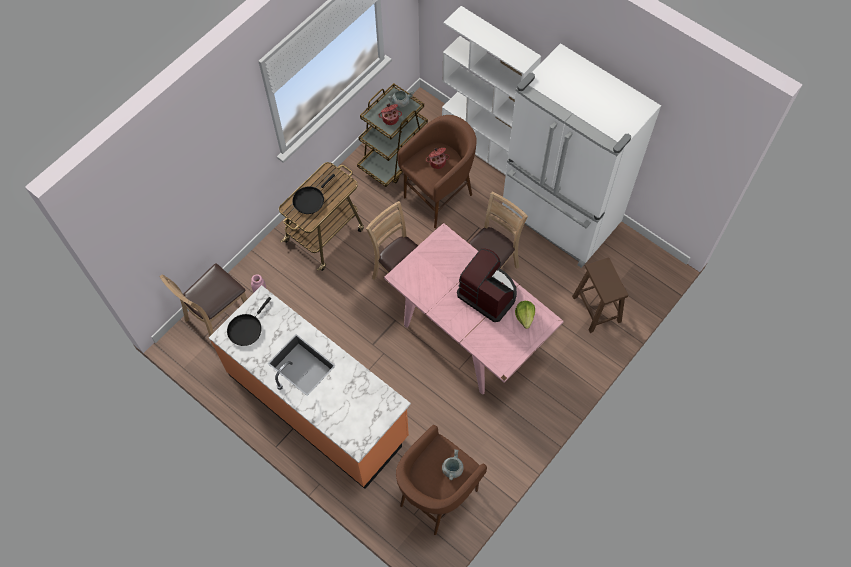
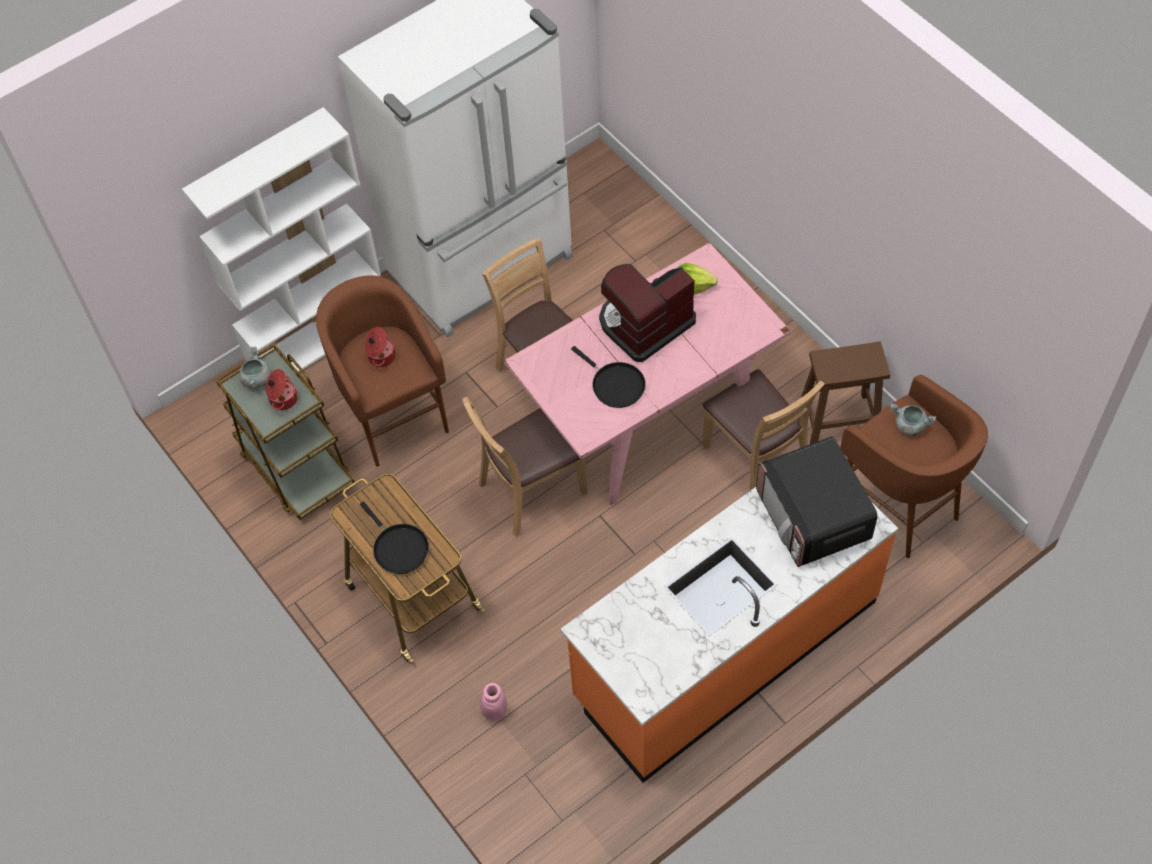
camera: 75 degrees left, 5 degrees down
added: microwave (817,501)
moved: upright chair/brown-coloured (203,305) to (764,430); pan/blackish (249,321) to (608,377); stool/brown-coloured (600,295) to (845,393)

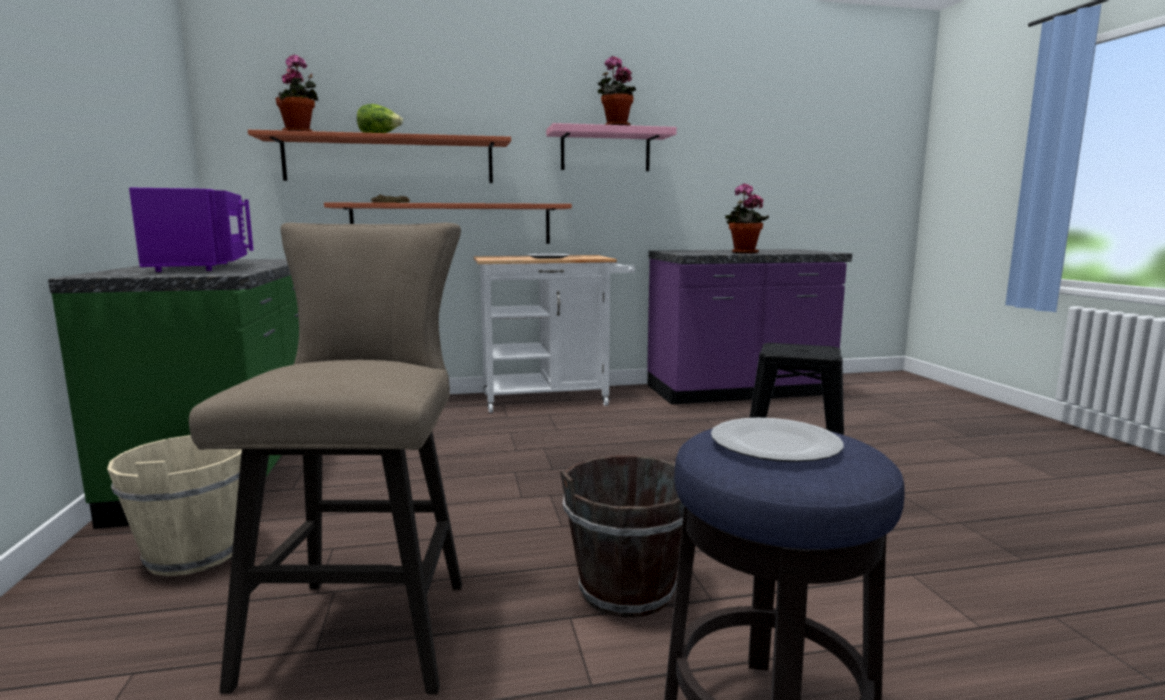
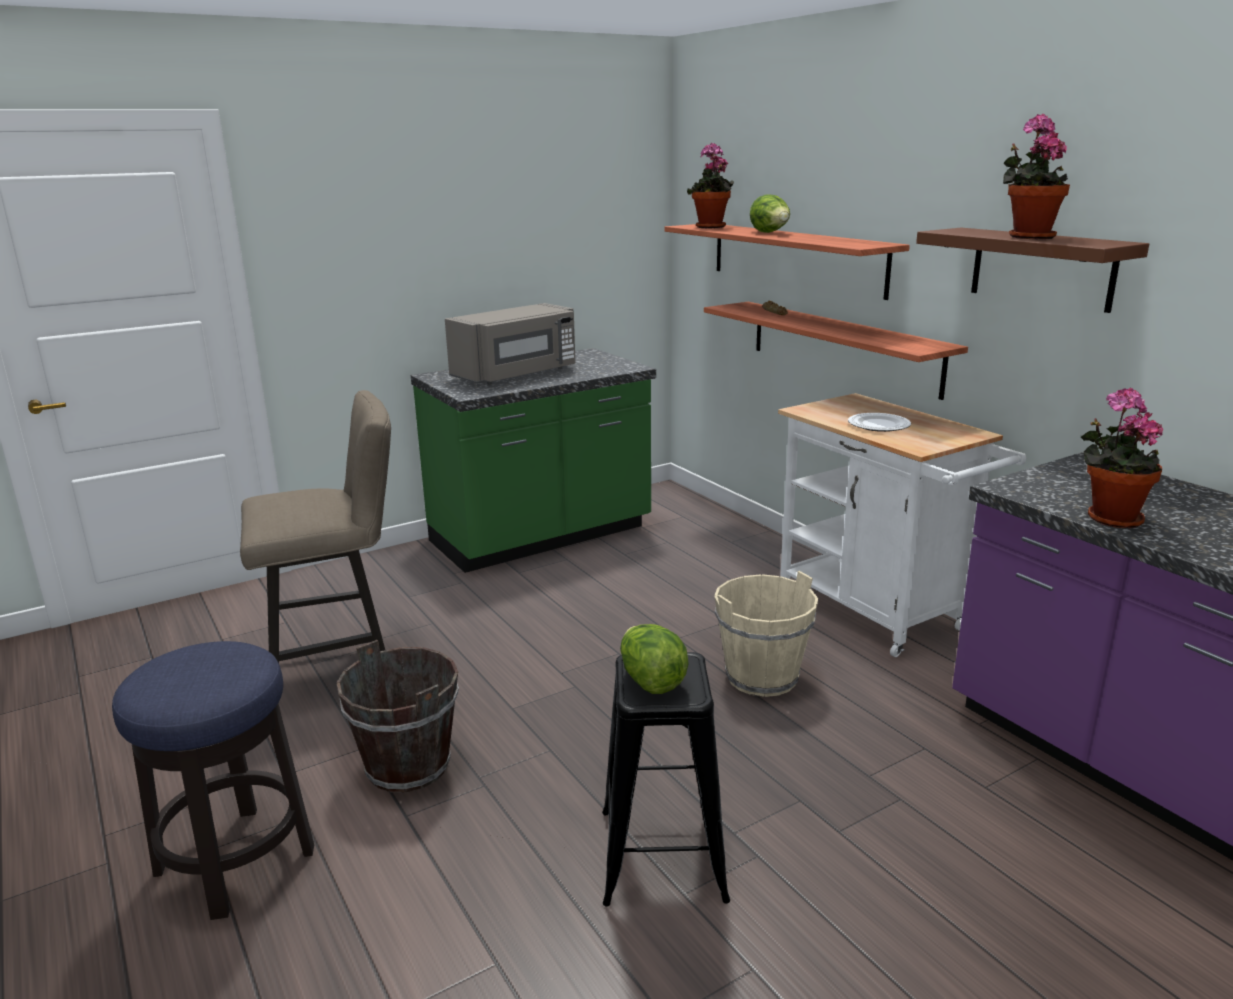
camera: 70 degrees right, 10 degrees up
removed: flat dish (777,440)
added: lettuce (654,659)
moved: pail/sand-coloured (174,505) to (766,634)
recoloured: microwave/purple (191,230) to microwave/greyish (510,343); bracket shelf/pinkish (611,147) to bracket shelf/brown-coloured (1032,270)

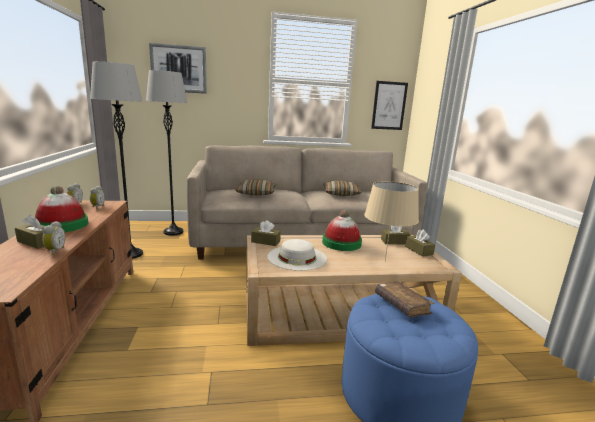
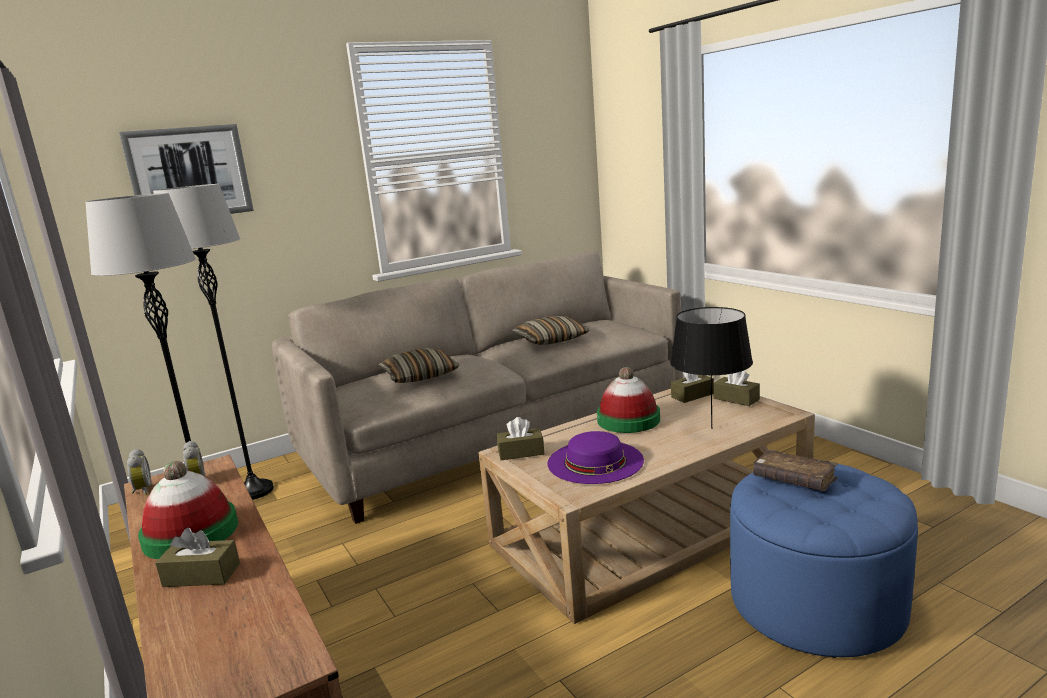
camera: 20 degrees left, 0 degrees up
removed: bedside clock (54,238); wall art (389,105)
recoloured: hat/white (297,255) to hat/purple (596,457); tabletop lamp/sand-coloured (391,221) to tabletop lamp/blackish (711,368)

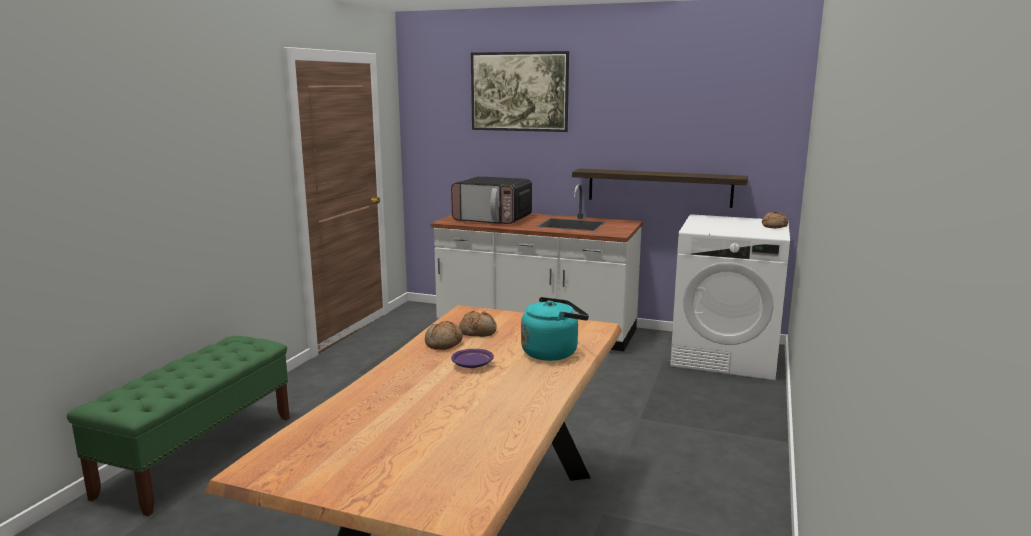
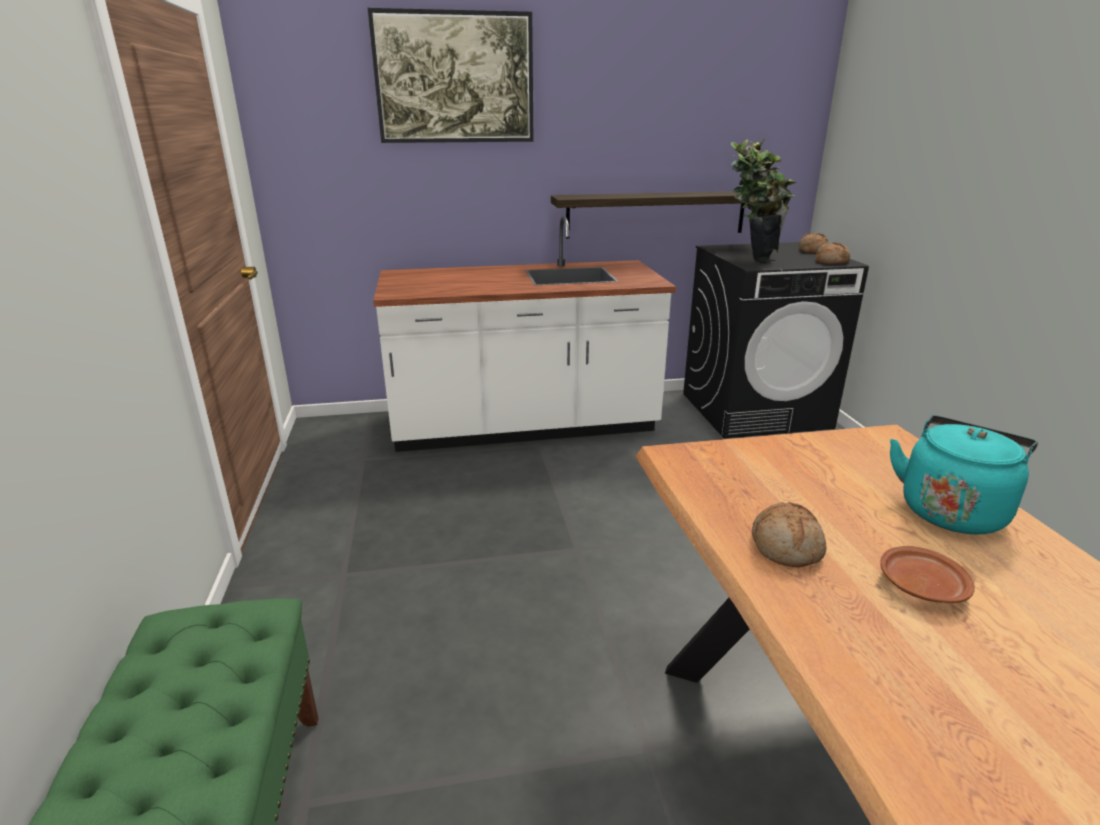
camera: 30 degrees left, 10 degrees up
removed: microwave (491,200)
added: potted plant (763,201)
moved: bread (478,324) to (832,253)
recoloured: flat dish/purple (472,358) to flat dish/brown-coloured (927,574); laundry machine/white (730,297) to laundry machine/blackish (776,340)

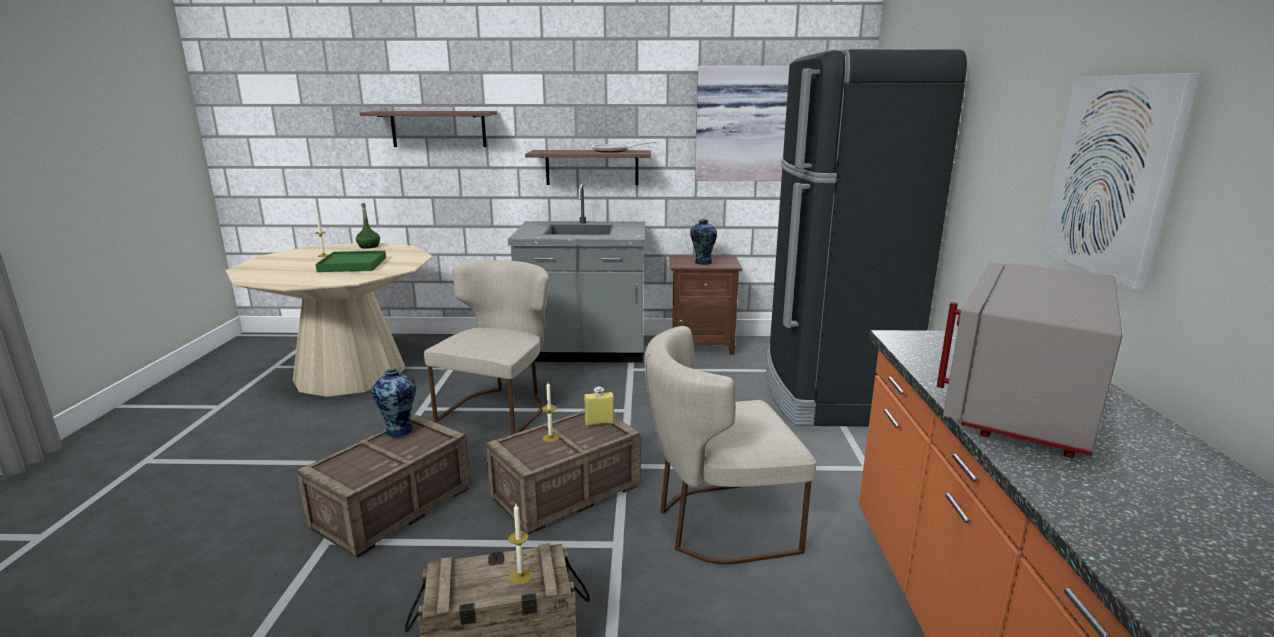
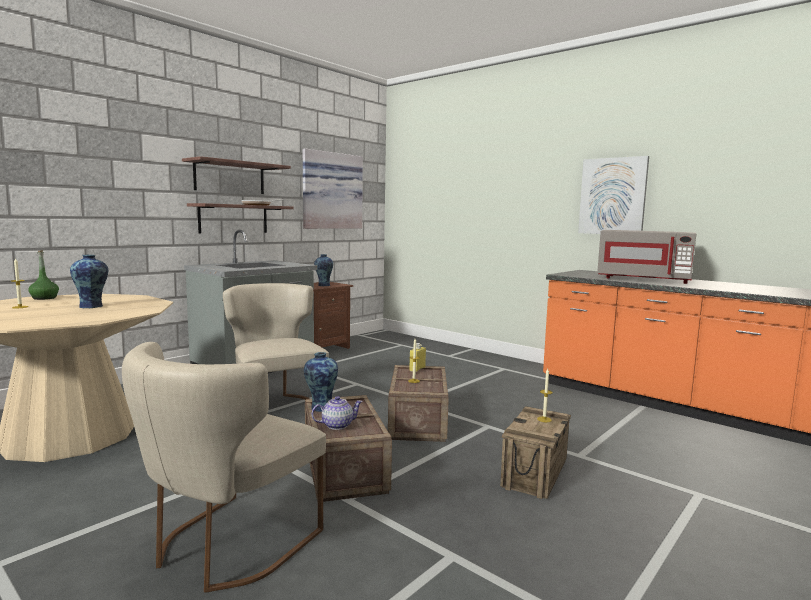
camera: 50 degrees left, 10 degrees down
removed: fridge/blackish (866,237)
added: tea pot (337,413)
moved: bracket shelf (428,129) to (236,175); upright chair/sand-coloured (730,445) to (224,467)
replaced: tray/greenish (351,261) to vase (89,281)
turned: microwave/greyish (1029,360) = (646,257) 45 degrees counterclockwise

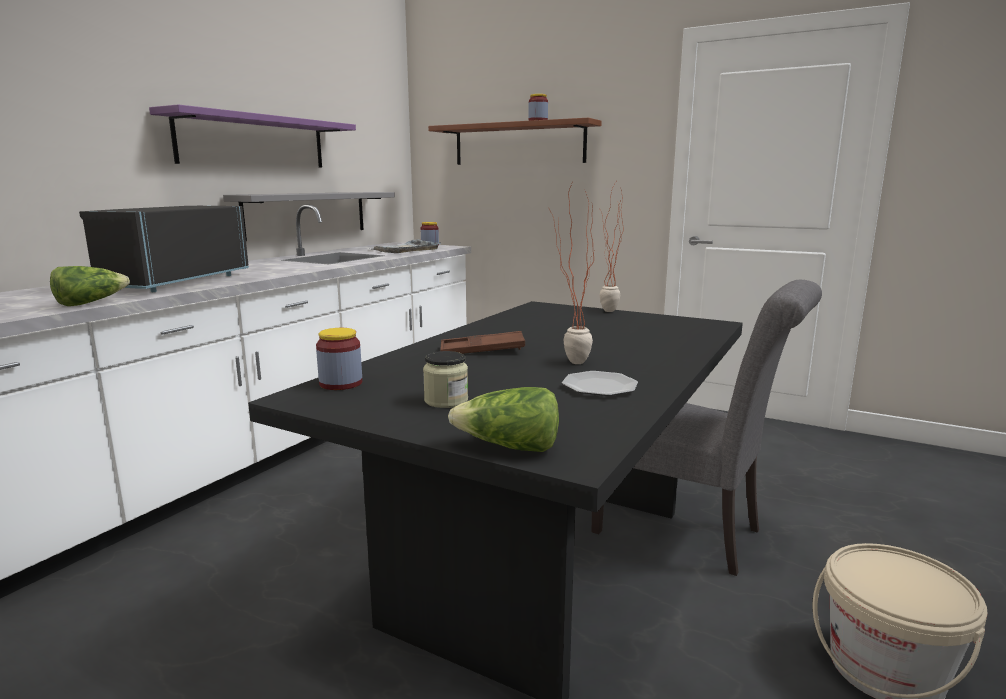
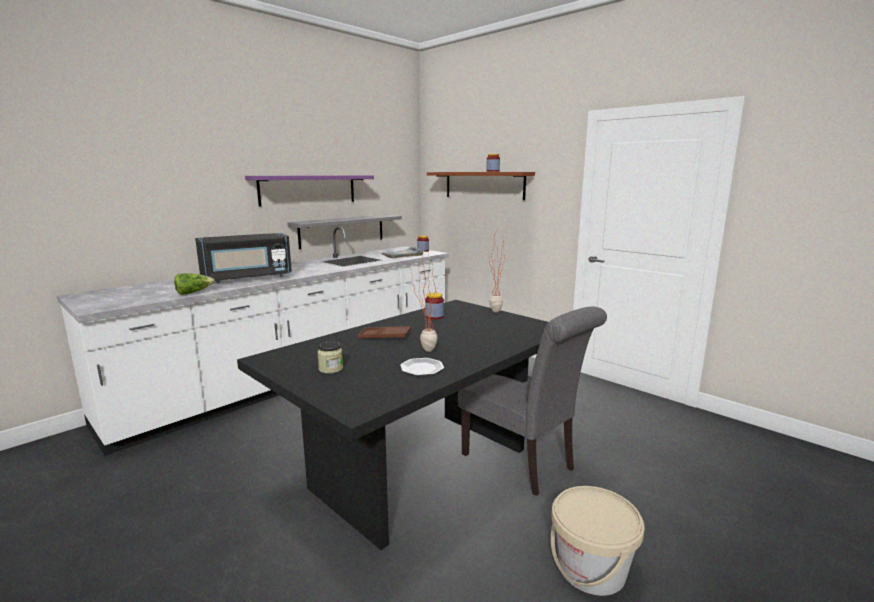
camera: 15 degrees right, 0 degrees up
removed: lettuce (503,419)
moved: storage jar (339,359) to (434,306)
turned: microwave/blackish (164,249) = (243,258) 150 degrees counterclockwise

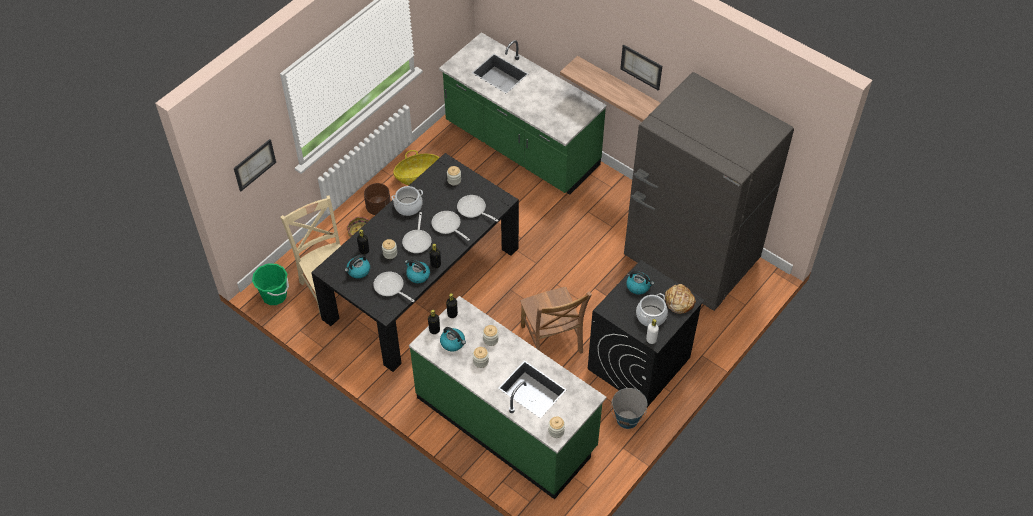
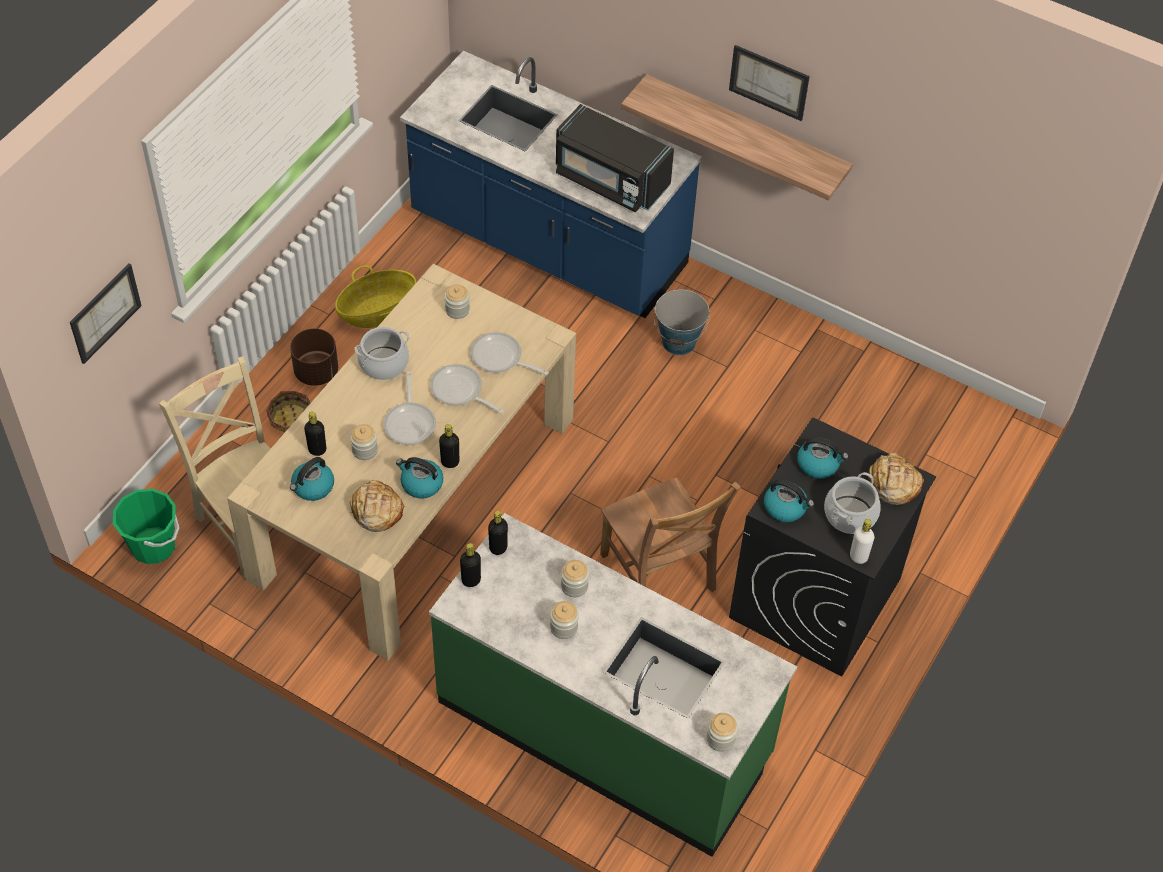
camera: 10 degrees left, 0 degrees up
removed: fridge/greyish (709,191)
added: microwave/blackish (615,158)
moved: kettle (453,339) to (789,500); pail (629,408) to (681,322)
replaced: pan (394,287) to bread (377,506)
recoloured: dinner table/blackish (415,262) to dinner table/sand-coloured (401,462); kitchen counter/greenish (523,113) to kitchen counter/blue (551,184)

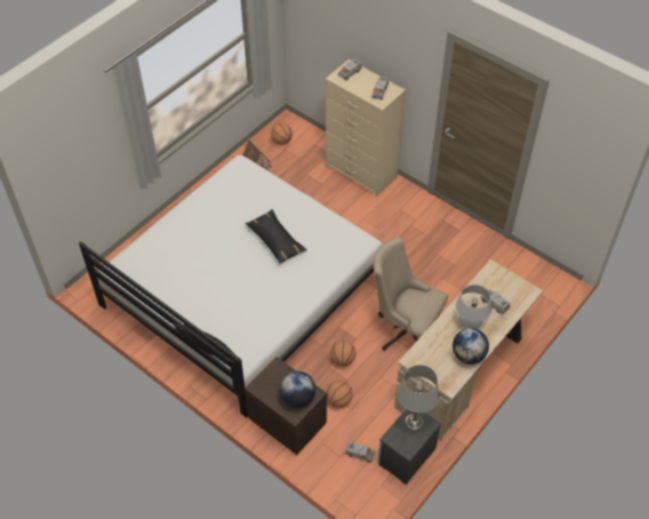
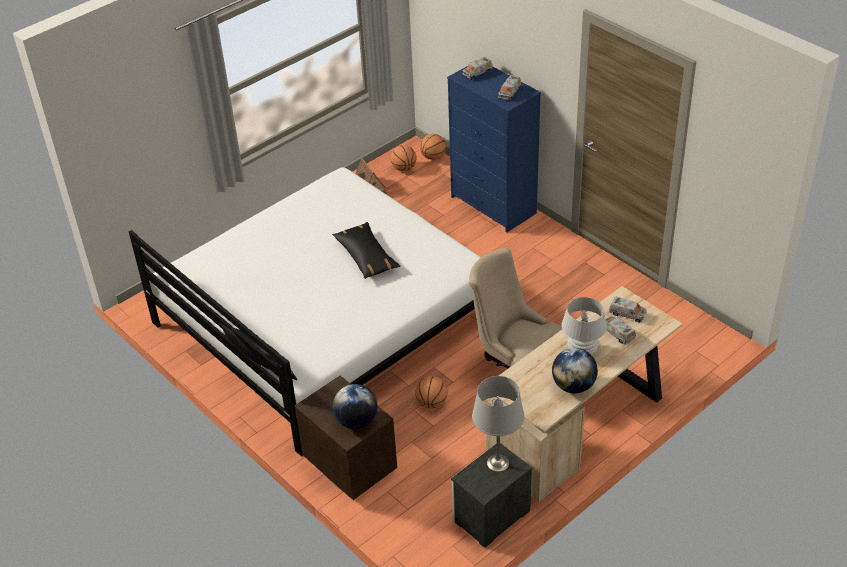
camera: 10 degrees right, 10 degrees down
moved: ball for basketball (339,394) to (433,147); toy truck (360,452) to (628,310)
recoloured: dresser/sand-coloured (365,128) to dresser/blue (494,149)

